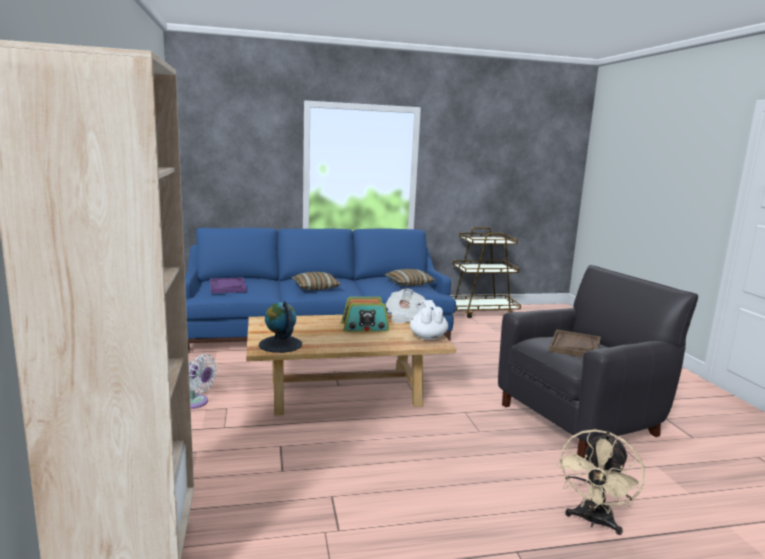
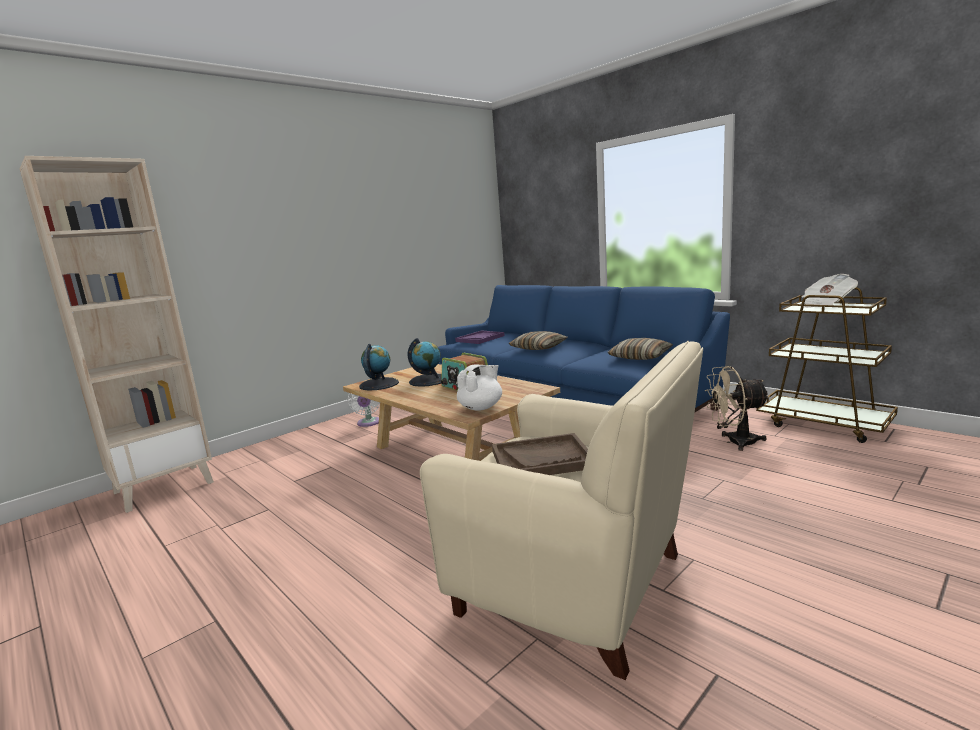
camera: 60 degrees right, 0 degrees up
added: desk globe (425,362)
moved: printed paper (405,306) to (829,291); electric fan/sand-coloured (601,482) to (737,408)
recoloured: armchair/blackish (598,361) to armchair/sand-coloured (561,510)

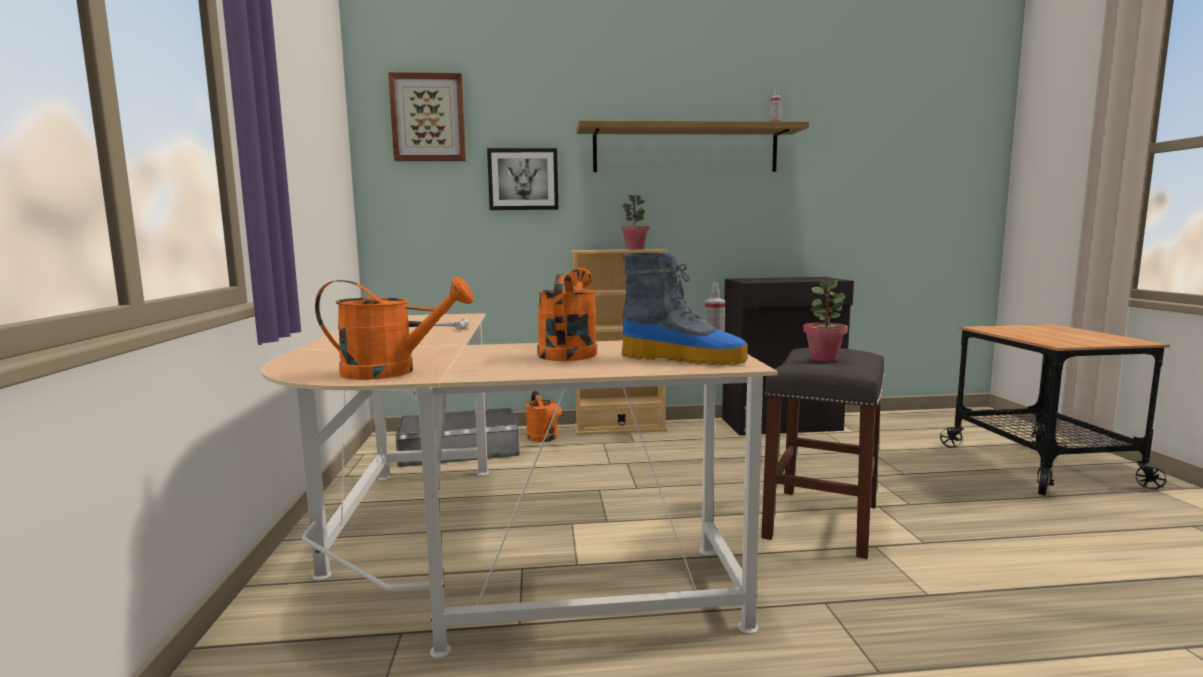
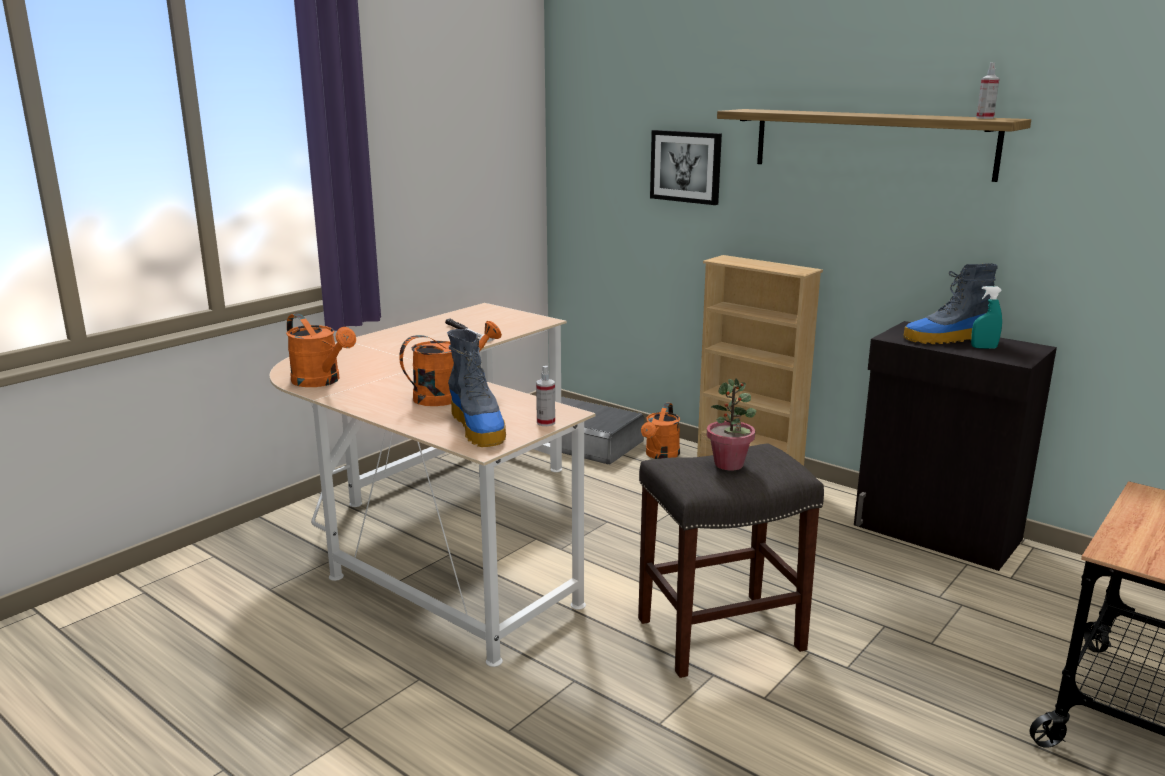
camera: 45 degrees right, 10 degrees up
removed: wall art (427,116); potted plant (635,222)
added: high-top boot (950,303); sprayer/turquoise-coloured (986,317)

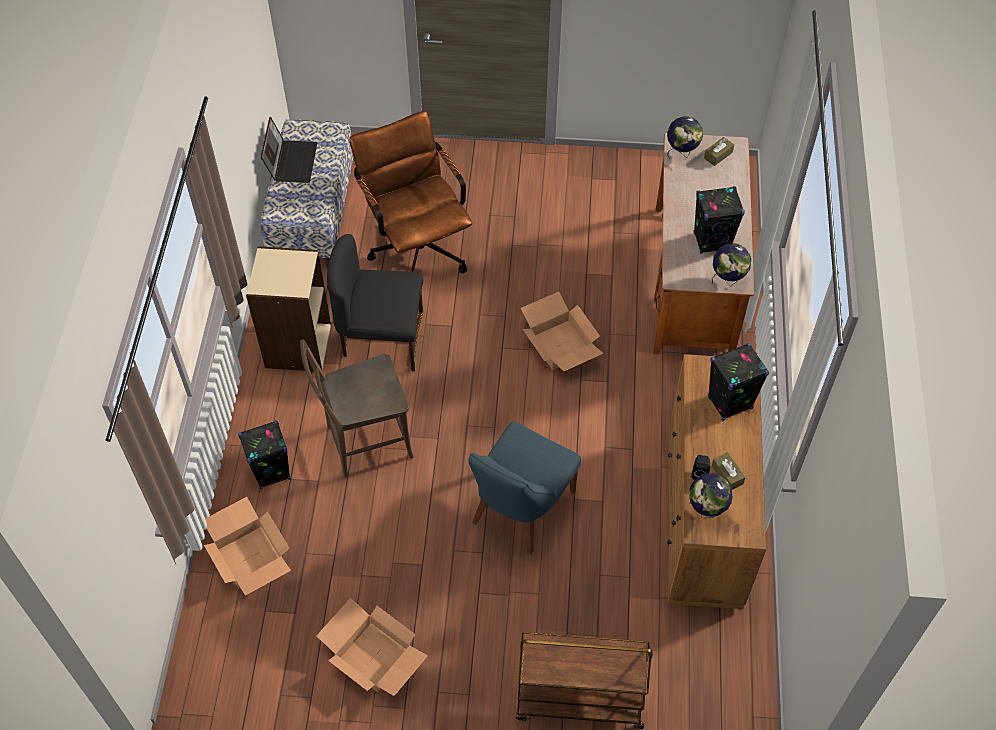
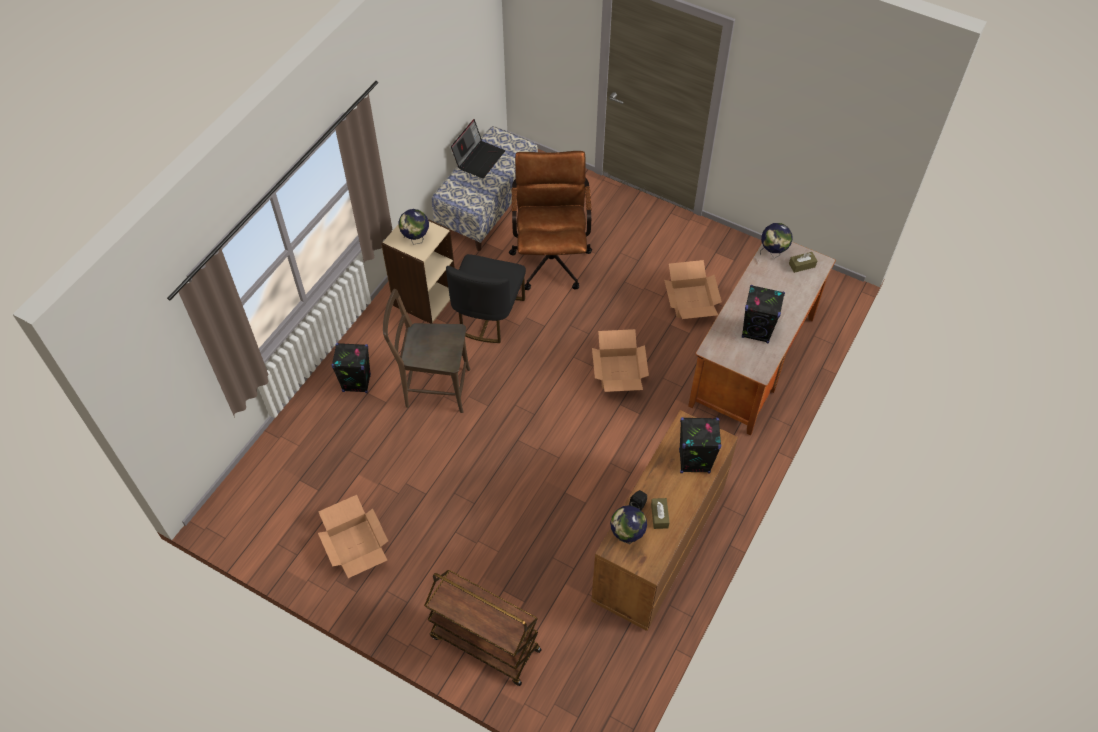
camera: 25 degrees right, 0 degrees up
removed: upright chair/blue (524,488)
moved: carton (247,546) to (693,289); desk globe (731,265) to (413,227)
turned: upright chair/blackish (375,302) = (486,298) 105 degrees counterclockwise

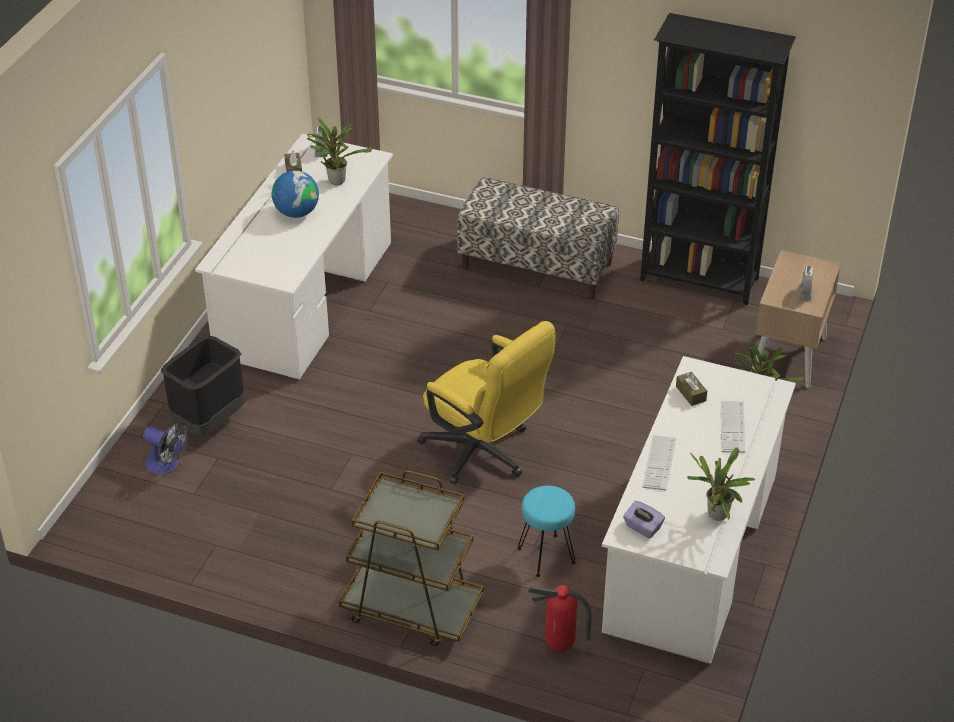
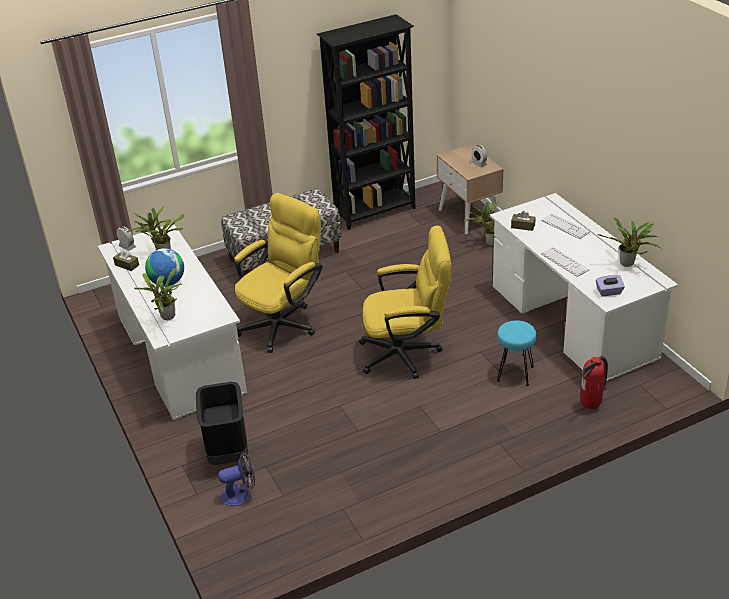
camera: 45 degrees left, 5 degrees down
removed: wheeled cart/brown-coloured (411,558)
added: potted plant (158,294); office chair/yellow (278,273)

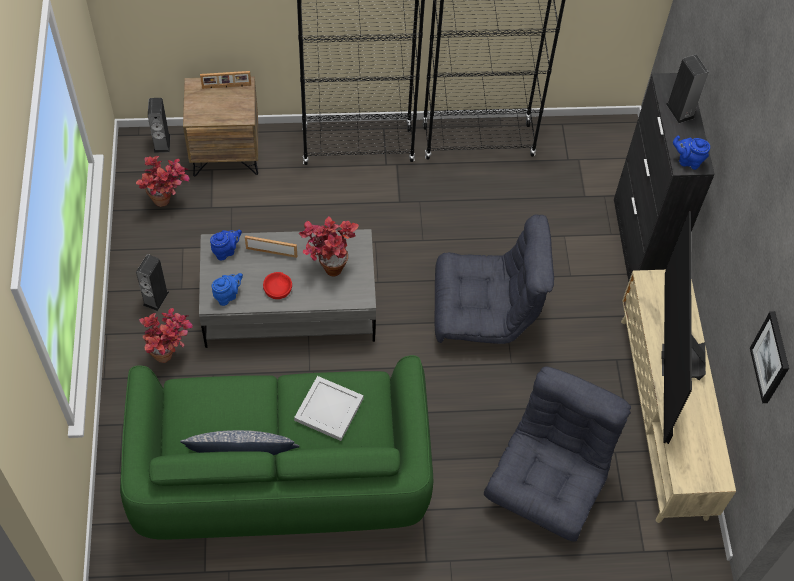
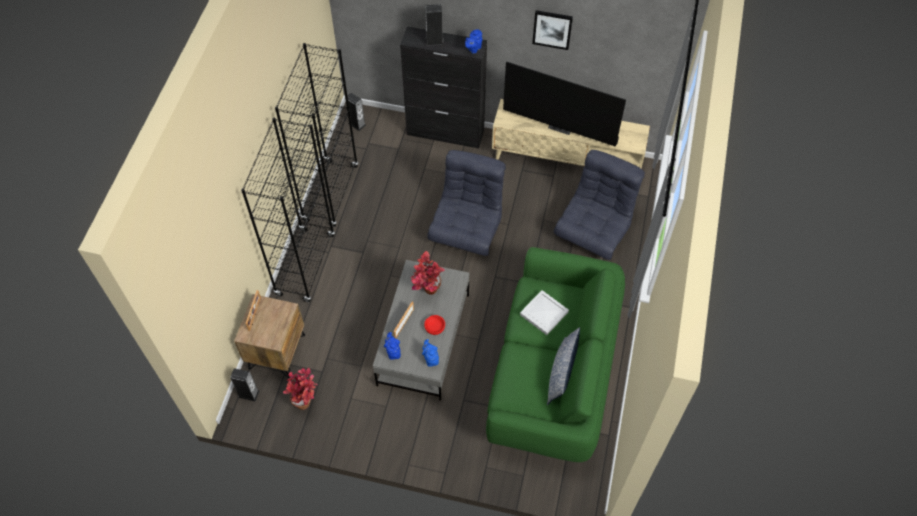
camera: 70 degrees left, 0 degrees up
removed: potted plant (166,335)
moved: audio speaker (152,282) to (355,112); wall art (769,357) to (552,30)
turned: armchair/greyish (557,454) = (599,205) 75 degrees clockwise

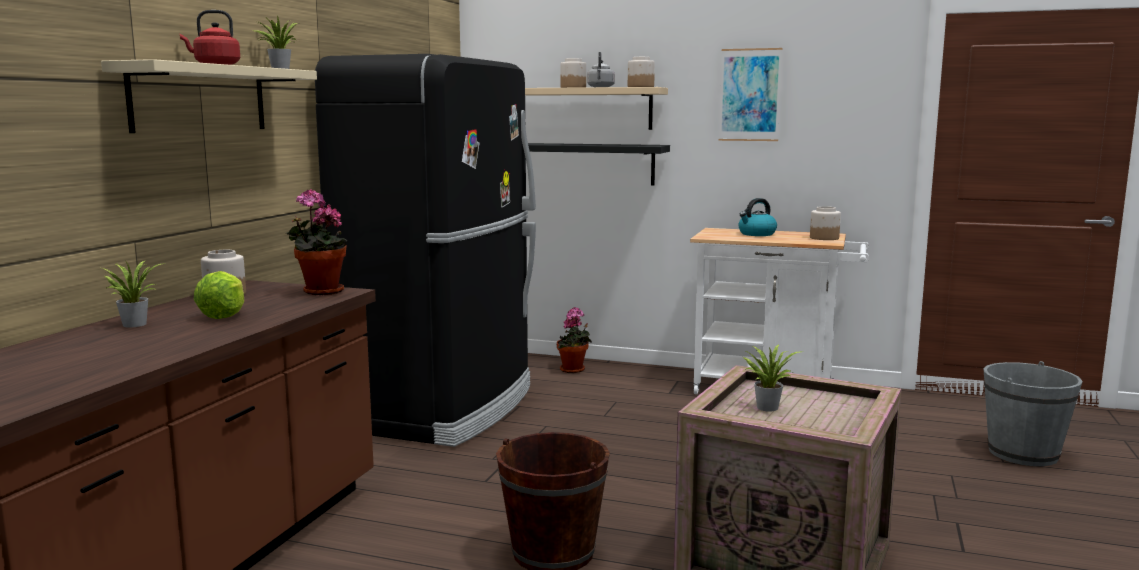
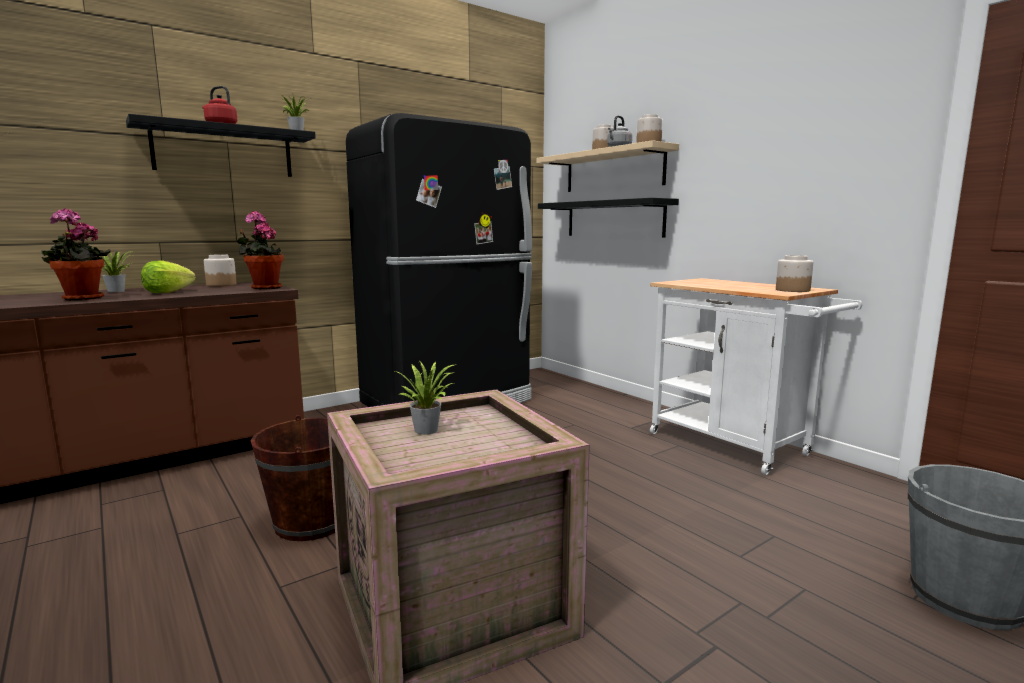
camera: 35 degrees right, 0 degrees up
removed: wall art (751,94); kettle (757,217)
moved: potted plant (574,340) to (76,254)
recoloured: bracket shelf/sand-coloured (209,96) to bracket shelf/blackish (221,145)

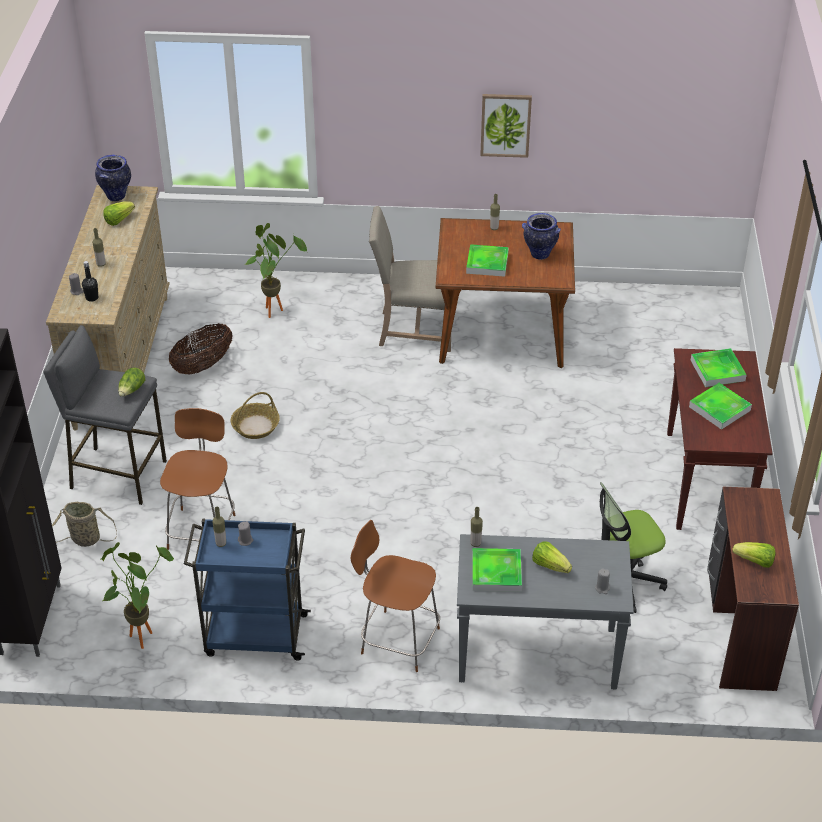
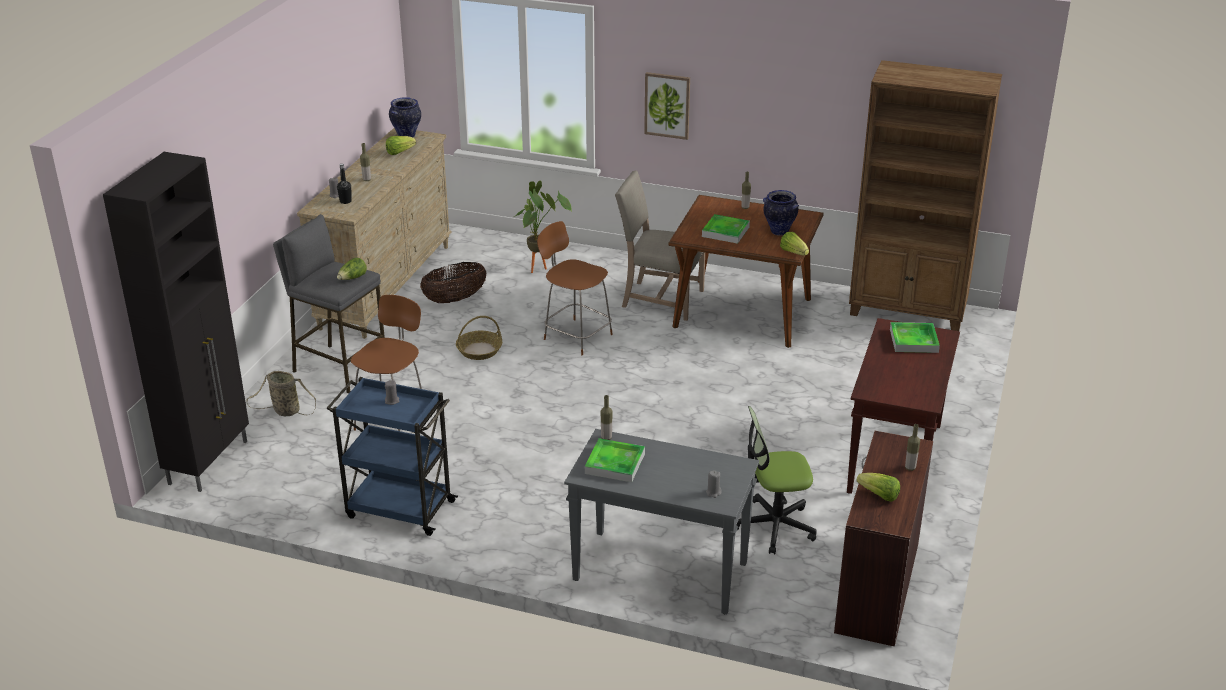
camera: 15 degrees right, 10 degrees down
removed: potted plant (137,595); tray (720,406)
added: bookshelf/brown-coloured (925,195)
moved: beverage bottle (219,527) to (912,447); stool/brown-coloured (395,596) to (575,288); wall art (506,126) to (667,106); lettuce (552,557) to (794,243)

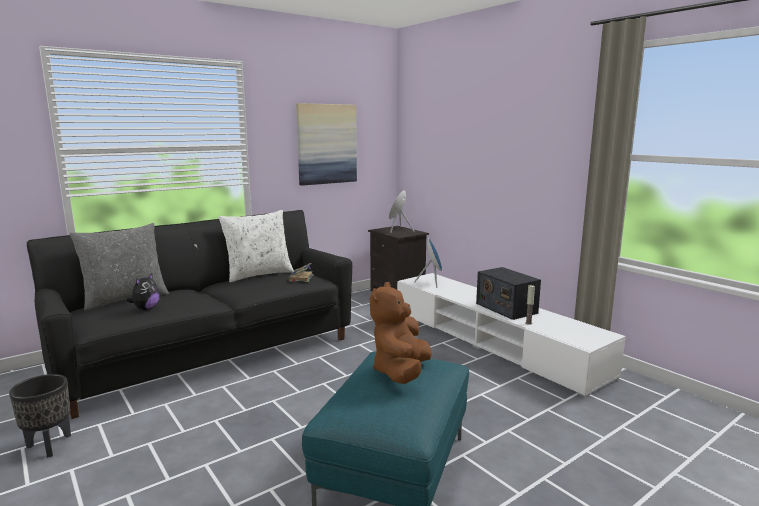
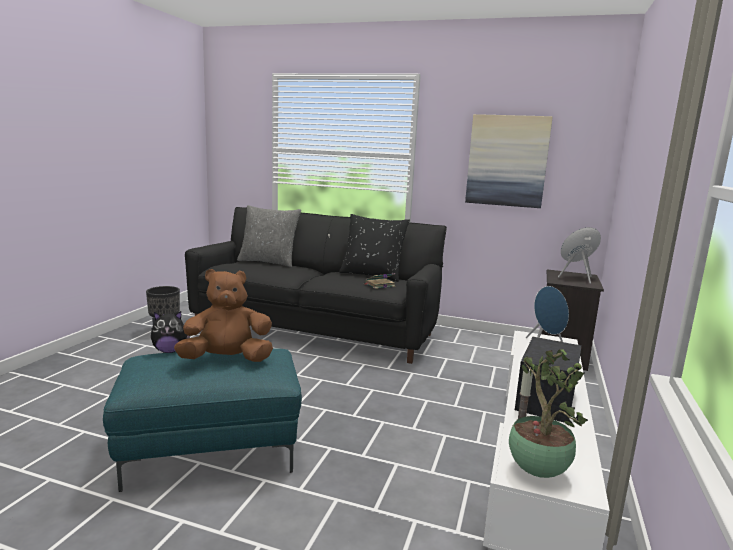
camera: 55 degrees right, 0 degrees up
added: potted plant (548,413)
moved: cuddly toy (143,292) to (170,332)
recoloured: throw pillow/white (256,246) to throw pillow/blackish (374,248)

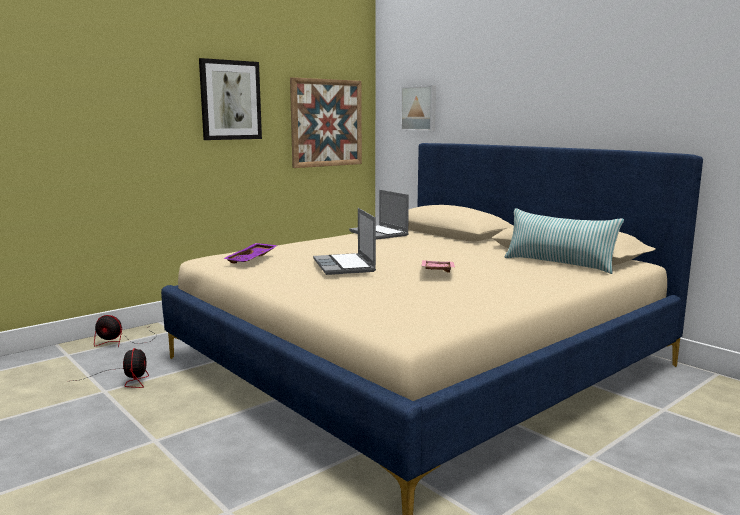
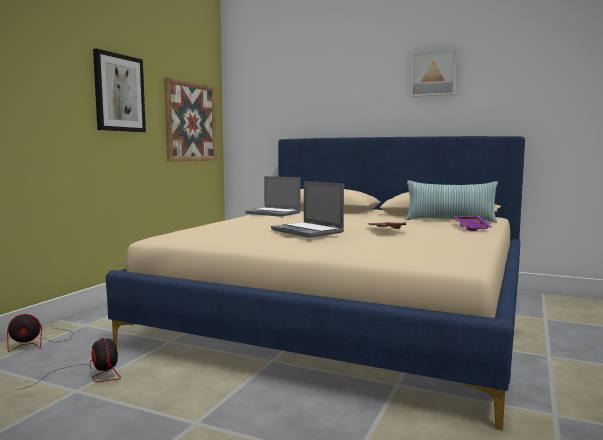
camera: 25 degrees left, 5 degrees down
moved: tray/purple (250,253) to (472,223); wall art (418,108) to (434,73)

